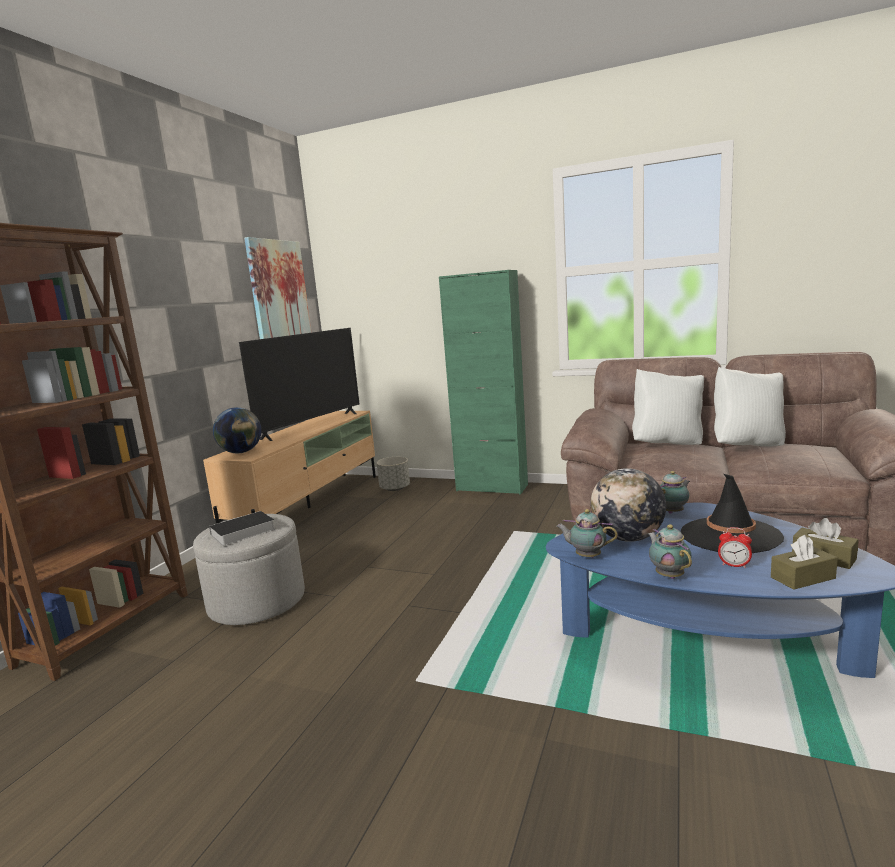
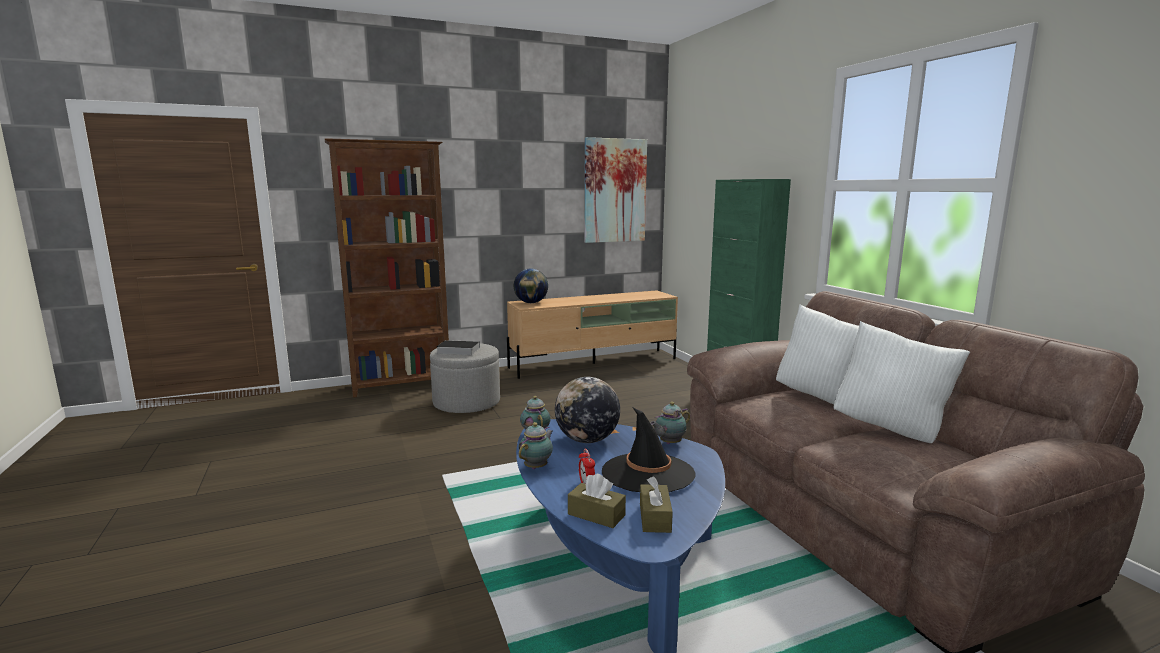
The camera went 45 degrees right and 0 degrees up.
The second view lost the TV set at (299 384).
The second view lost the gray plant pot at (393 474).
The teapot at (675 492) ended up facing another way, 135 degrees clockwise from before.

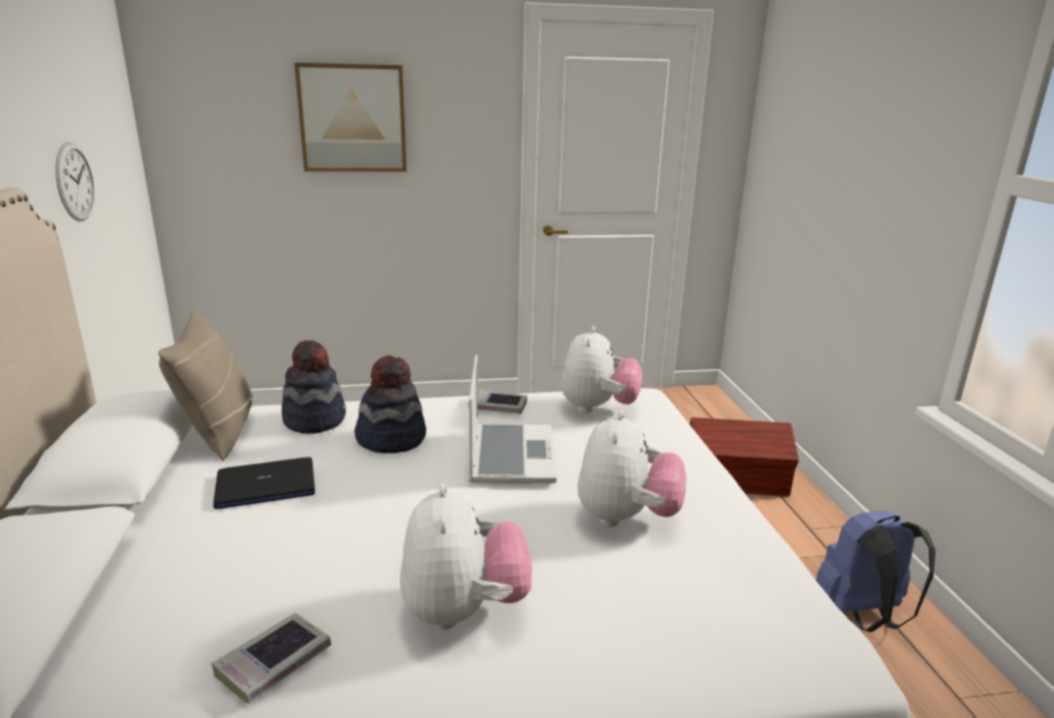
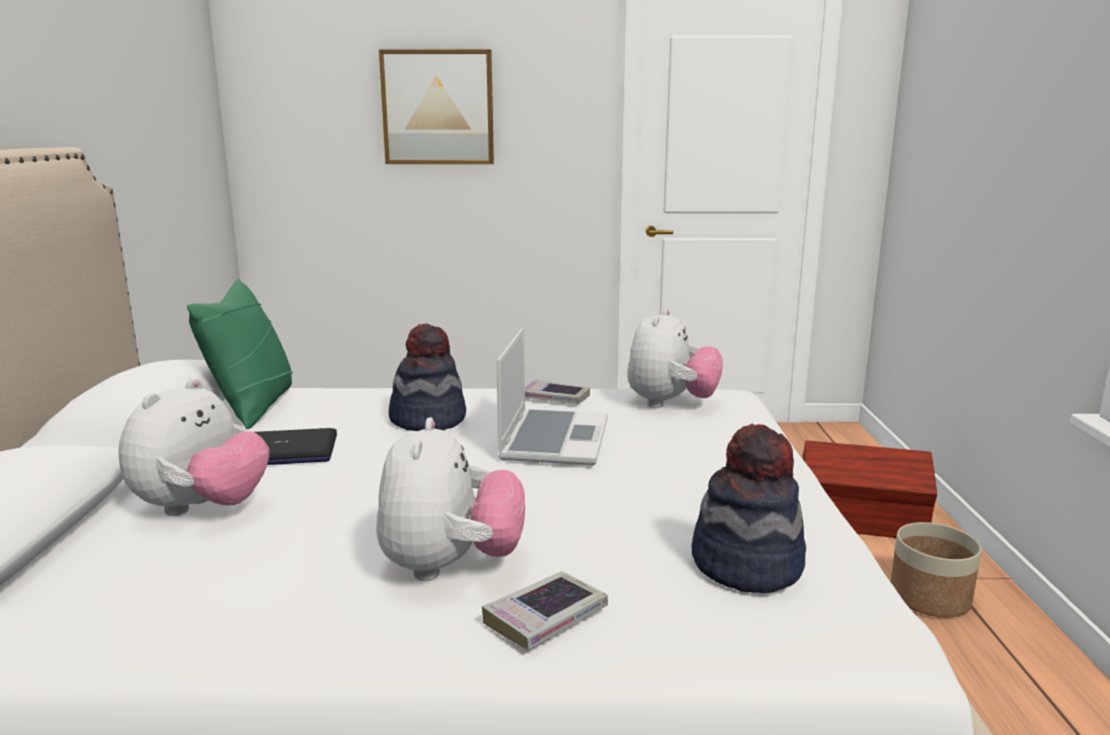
The camera went 10 degrees right and 5 degrees down.
The second view lost the clock on the wall at (75 181).
What was the beige cushion at (205 385) turned into the greenish cushion at (240 354).
The hat ended up elsewhere, having gone from (314 387) to (748 508).
The plush toy ended up elsewhere, having gone from (632 468) to (193 447).
The second view lost the blue rucksack at (876 571).
The book ended up elsewhere, having gone from (271 658) to (545 610).
The second view gained the plant pot at (935 569).

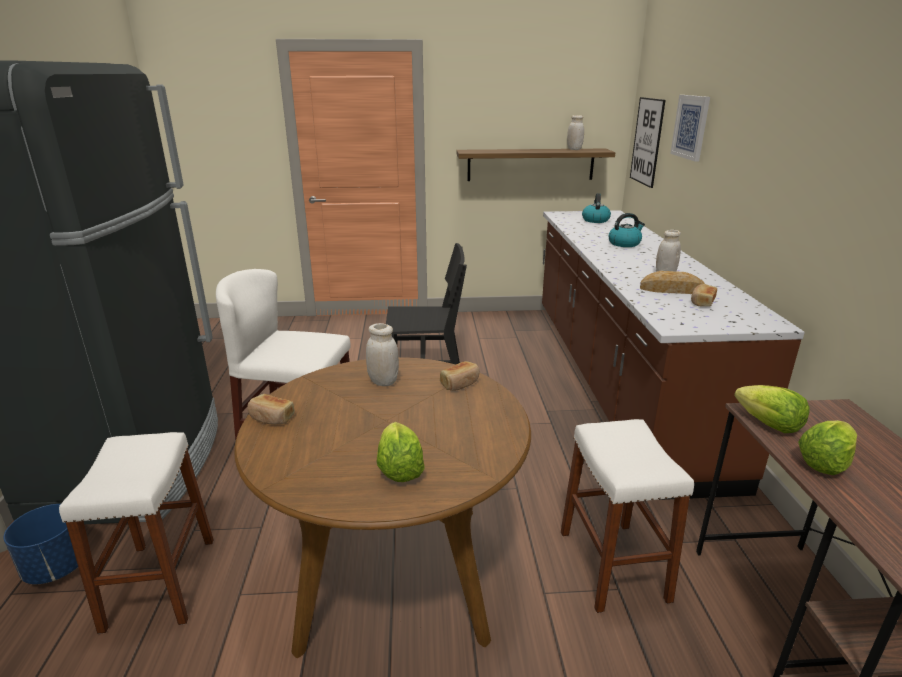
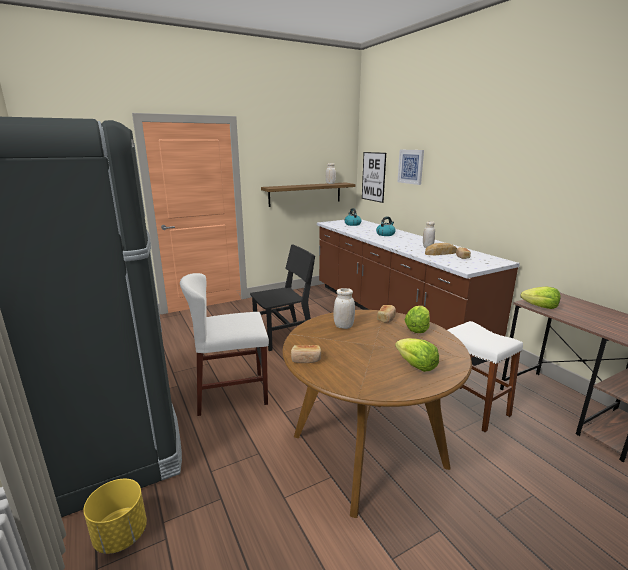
The camera went 25 degrees left and 5 degrees down.
The head of lettuce ended up elsewhere, having gone from (827 447) to (417 319).
The second view lost the white sitting stool at (136 533).
What was the blue plant pot at (41 544) turned into the yellow-coloured plant pot at (115 516).

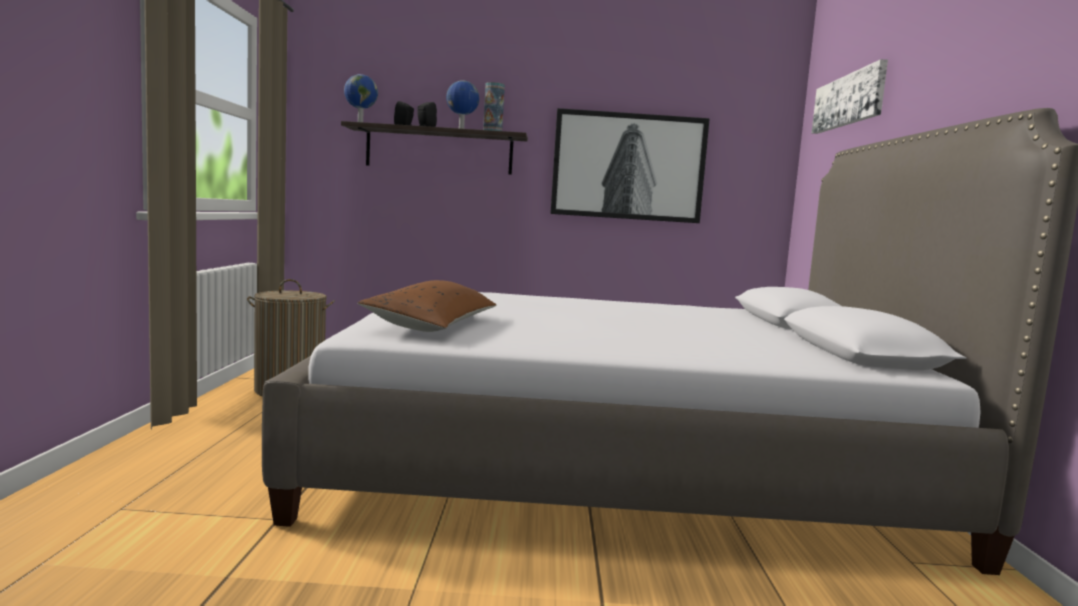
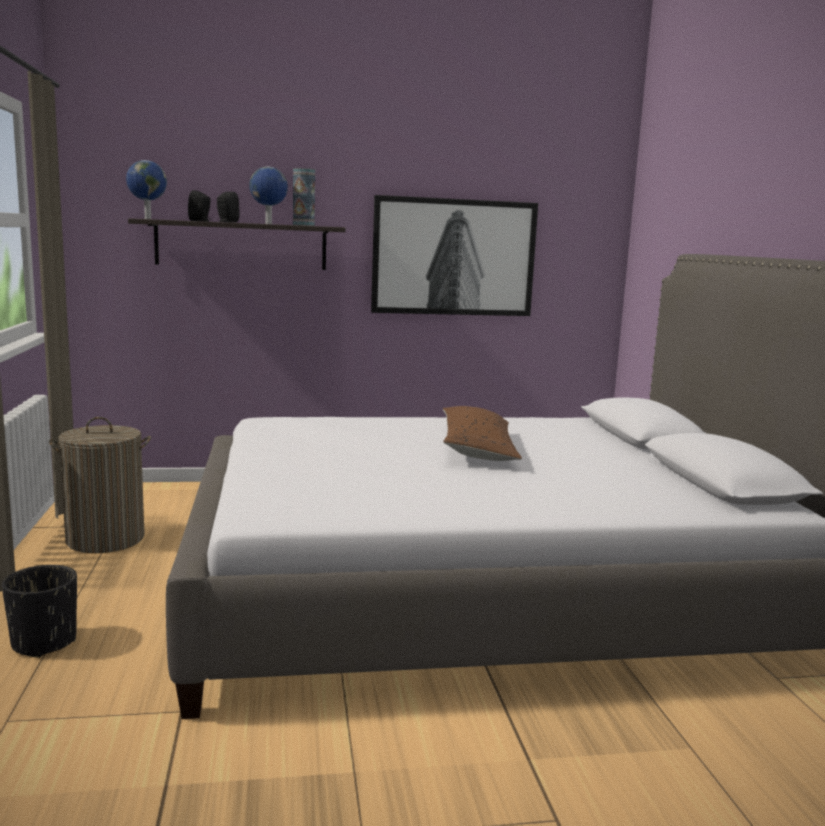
The camera went 10 degrees left and 5 degrees up.
The second view lost the wall art at (850 96).
The brown-coloured cushion ended up elsewhere, having gone from (426 306) to (482 433).
The second view gained the blackish plant pot at (39 611).

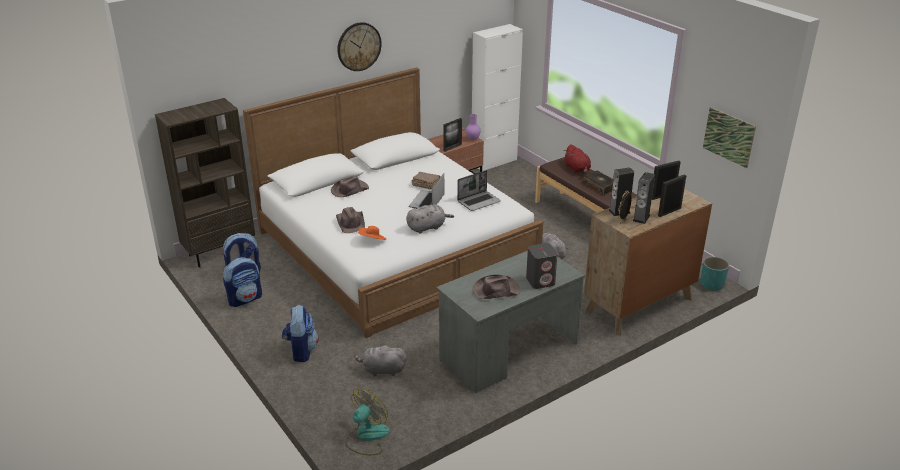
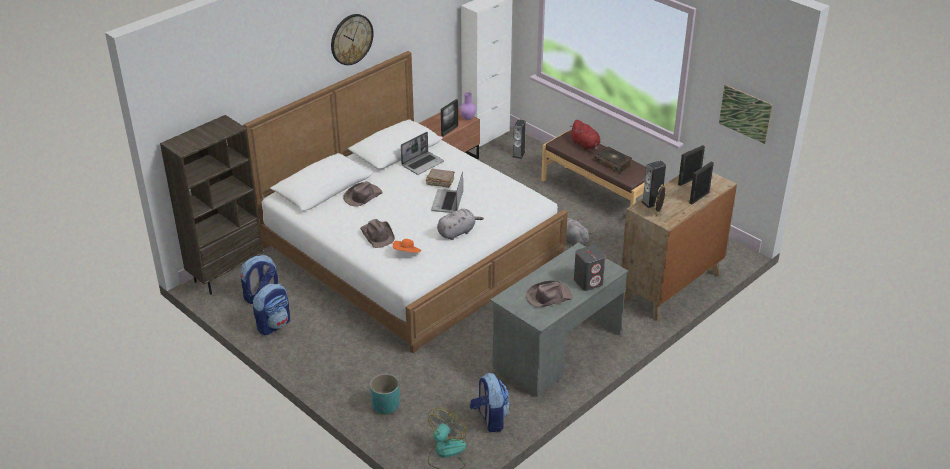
The camera went 10 degrees left and 5 degrees up.
The portable computer ended up elsewhere, having gone from (479 190) to (422 153).
The audio speaker ended up elsewhere, having gone from (644 198) to (519 139).
The turquoise plant pot ended up elsewhere, having gone from (714 273) to (384 394).
The rucksack ended up elsewhere, having gone from (300 333) to (490 402).
The second view lost the gray plush toy at (380 360).

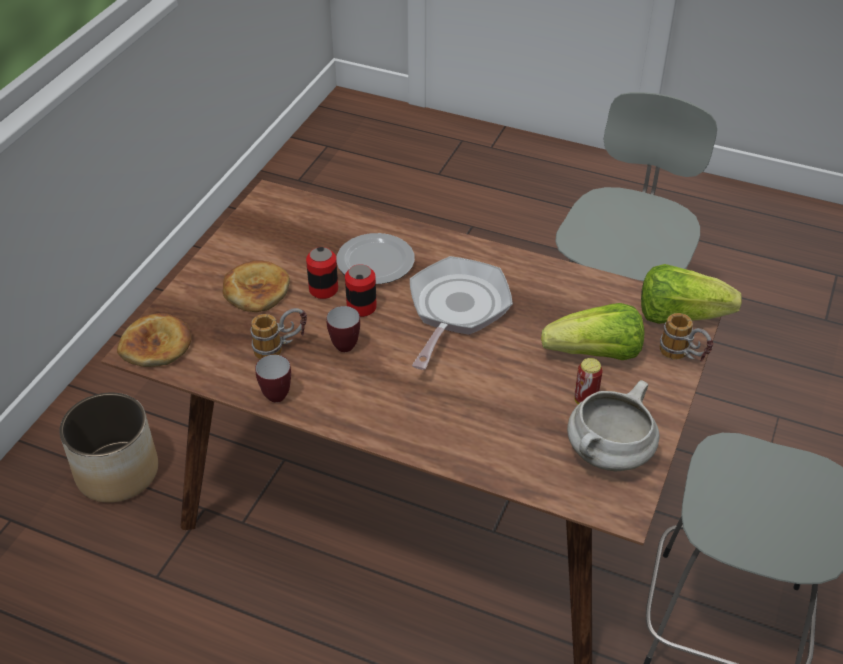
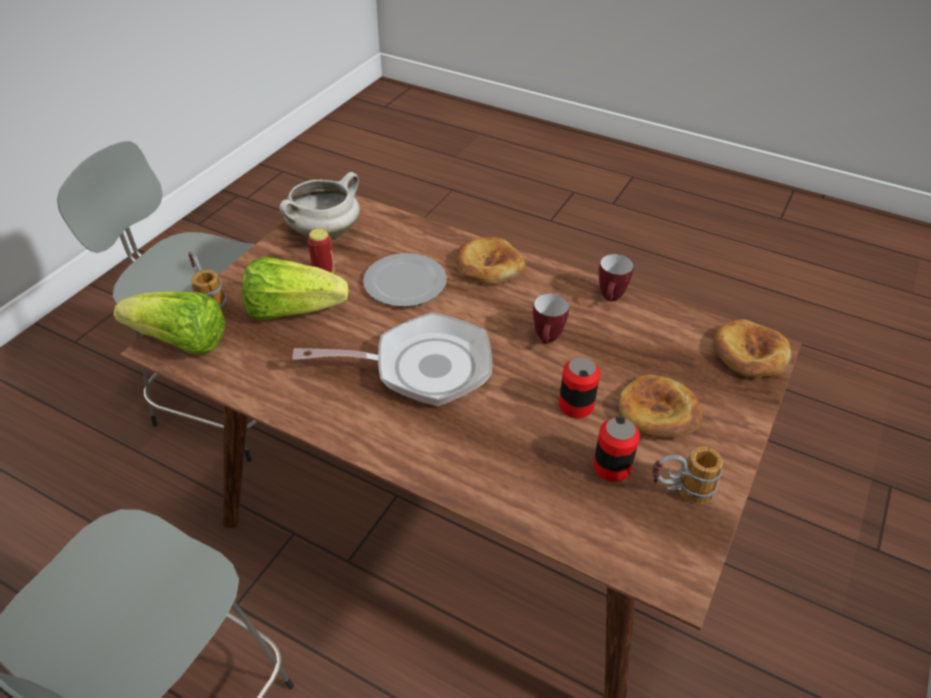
The camera went 175 degrees left and 0 degrees up.
The plate ended up elsewhere, having gone from (375 258) to (405 280).
The skillet at (461 313) ended up facing another way, 120 degrees counterclockwise from before.
The can ended up elsewhere, having gone from (361 290) to (616 449).
The mug ended up elsewhere, having gone from (279 333) to (687 475).
The second view lost the plant pot at (108 448).
The second view gained the baked bread at (490 260).

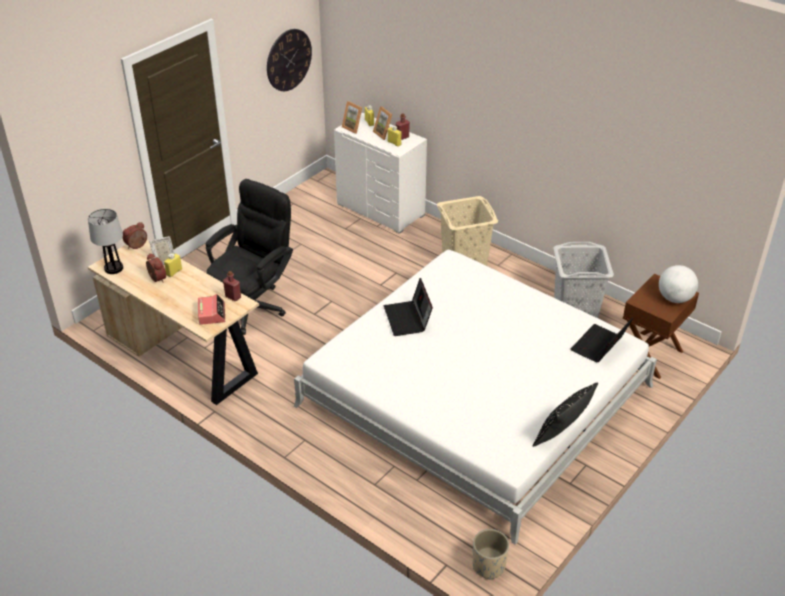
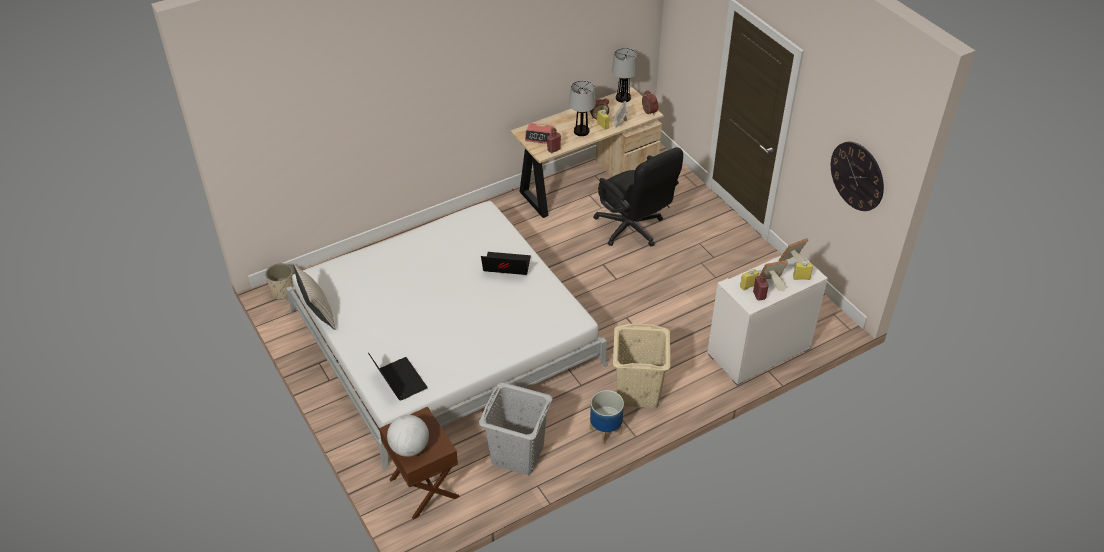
The camera went 110 degrees right and 5 degrees up.
What was the blackish cushion at (565 414) turned into the beige cushion at (315 297).
The second view gained the lamp for a table at (582 108).
The second view gained the plant pot at (607 417).

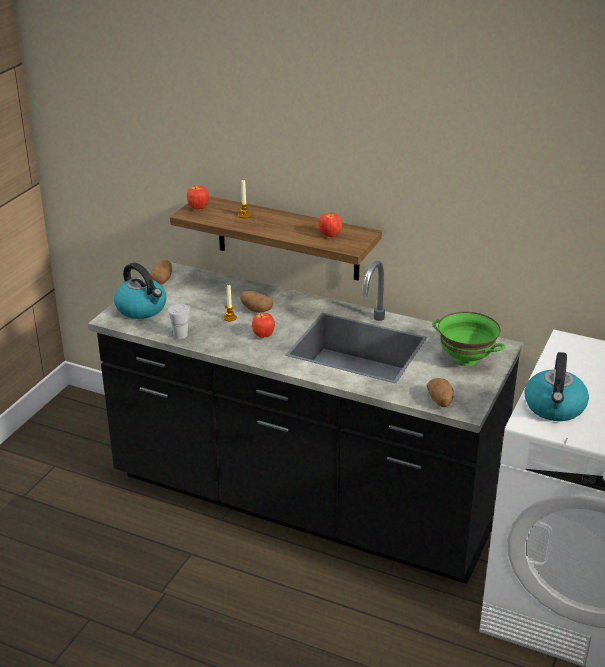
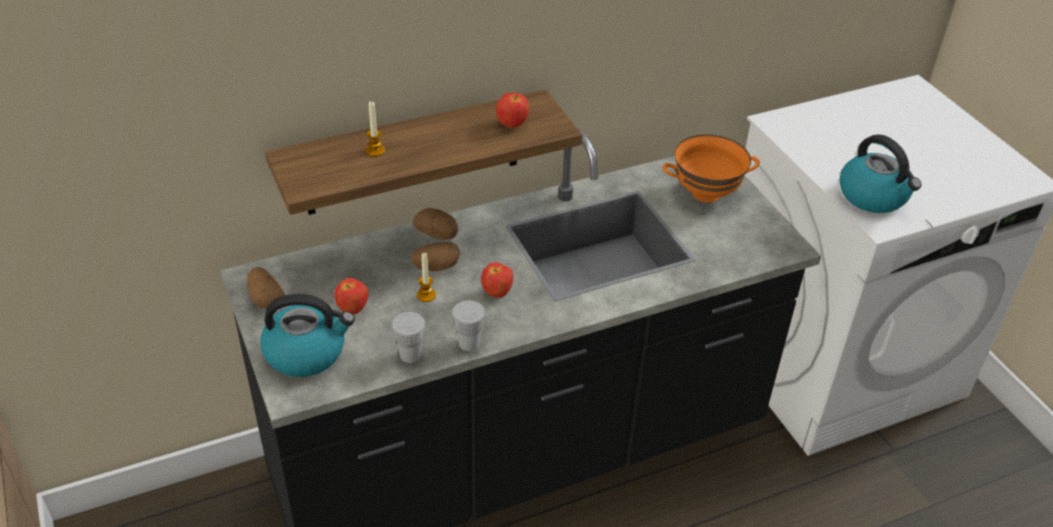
The camera went 50 degrees left and 10 degrees up.
The apple fruit ended up elsewhere, having gone from (198 197) to (351 296).
What was the greenish serving bowl at (469 339) turned into the orangey serving bowl at (711 168).
The spud ended up elsewhere, having gone from (440 392) to (435 224).
The second view gained the white cup at (468 326).

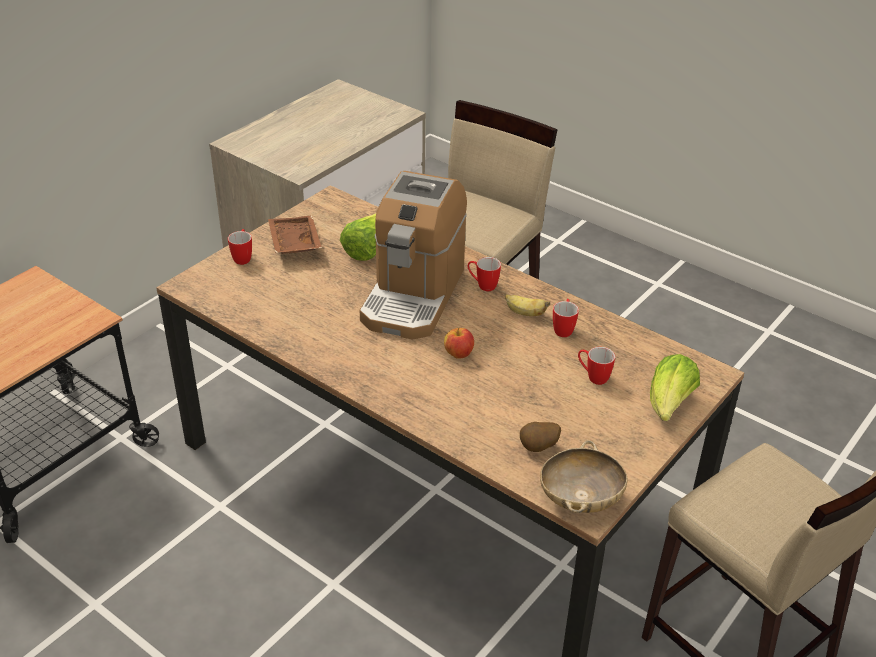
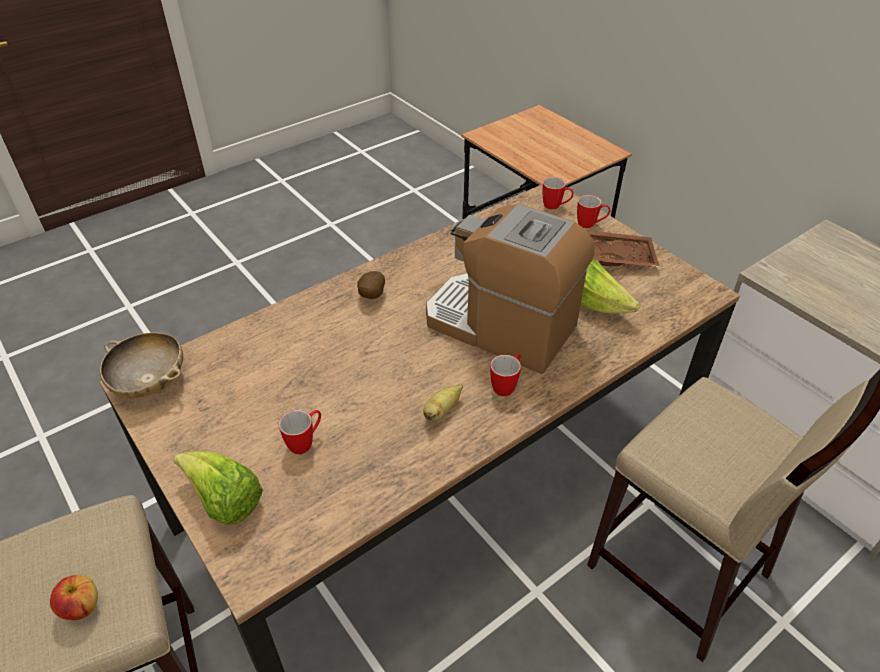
The camera went 105 degrees right and 5 degrees up.
The mug ended up elsewhere, having gone from (566 318) to (558 193).
The apple fruit ended up elsewhere, having gone from (459 343) to (74 597).
The spud ended up elsewhere, having gone from (540 437) to (371 285).

